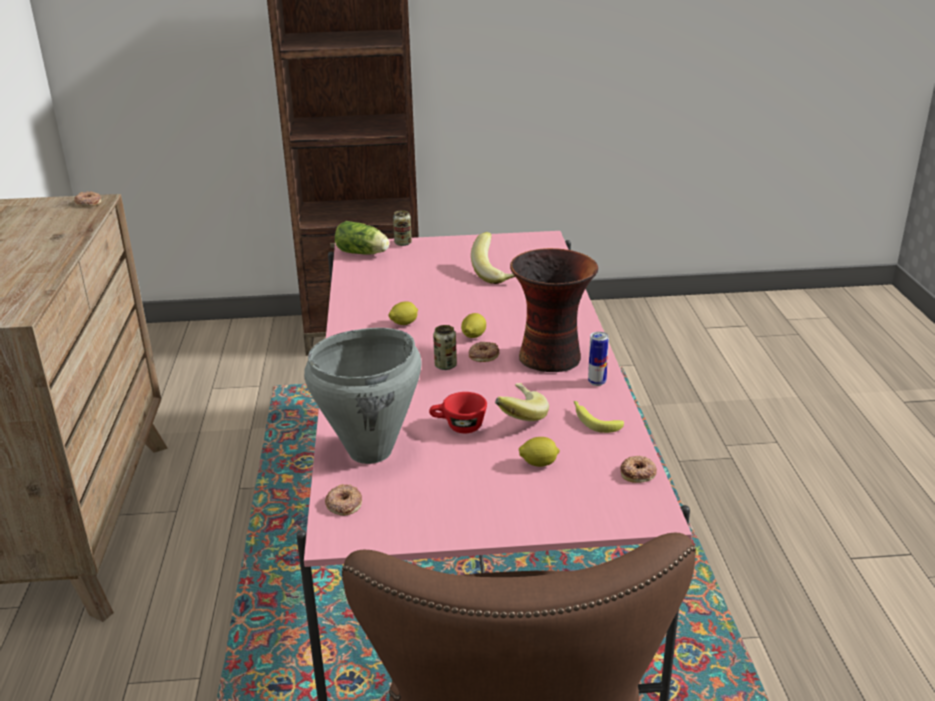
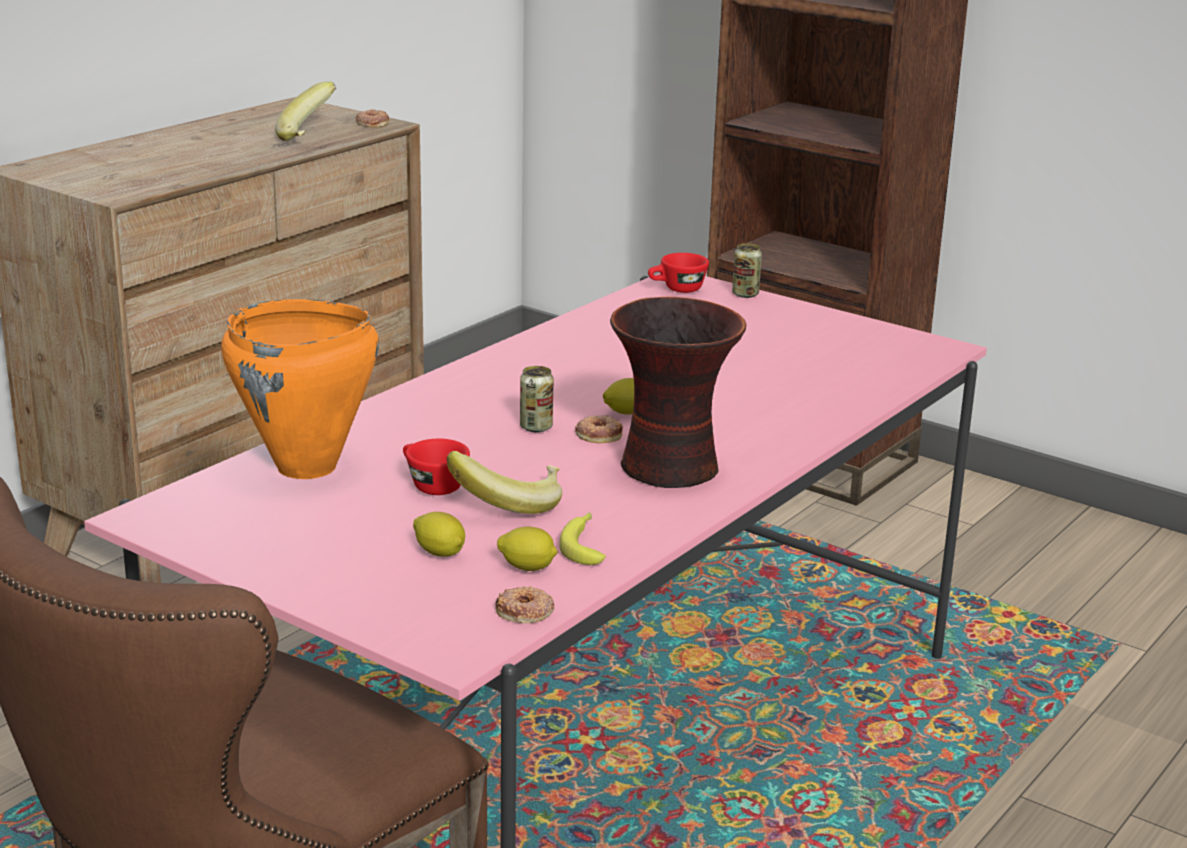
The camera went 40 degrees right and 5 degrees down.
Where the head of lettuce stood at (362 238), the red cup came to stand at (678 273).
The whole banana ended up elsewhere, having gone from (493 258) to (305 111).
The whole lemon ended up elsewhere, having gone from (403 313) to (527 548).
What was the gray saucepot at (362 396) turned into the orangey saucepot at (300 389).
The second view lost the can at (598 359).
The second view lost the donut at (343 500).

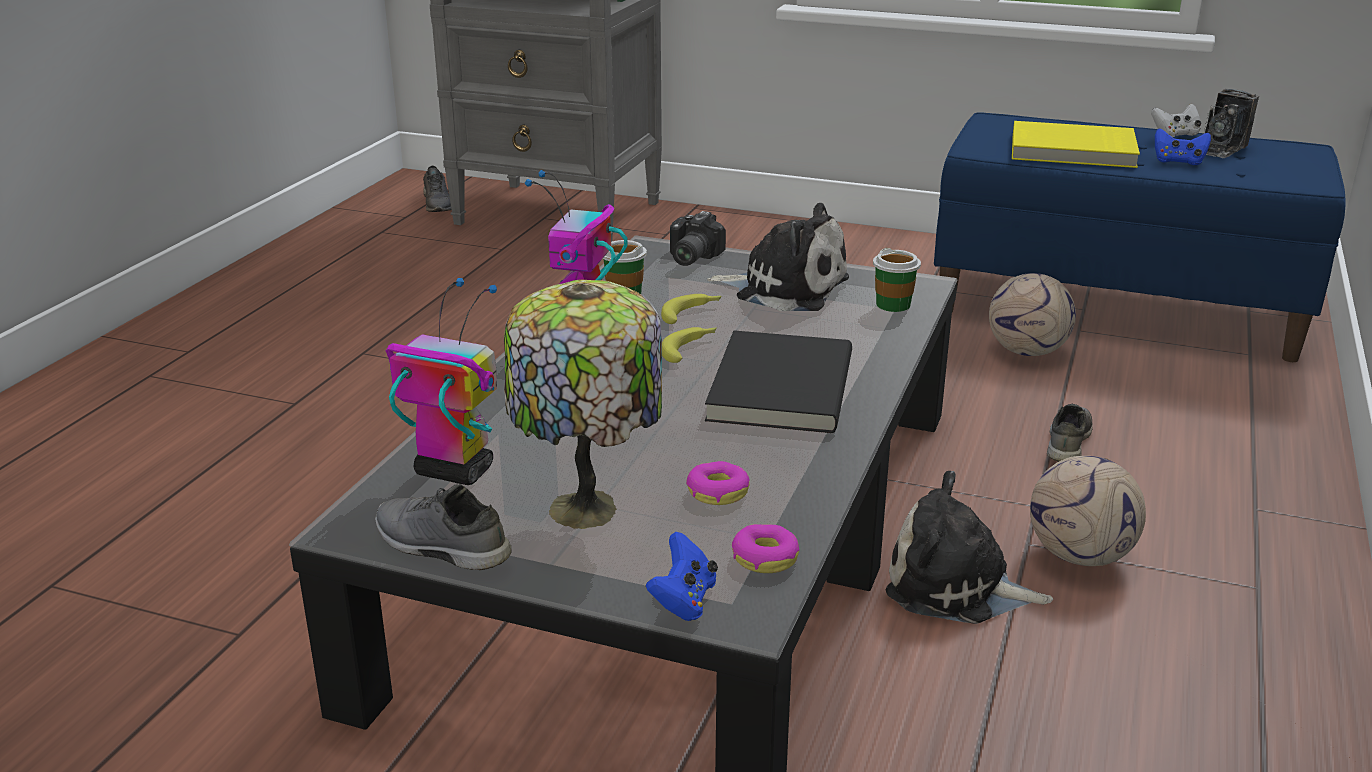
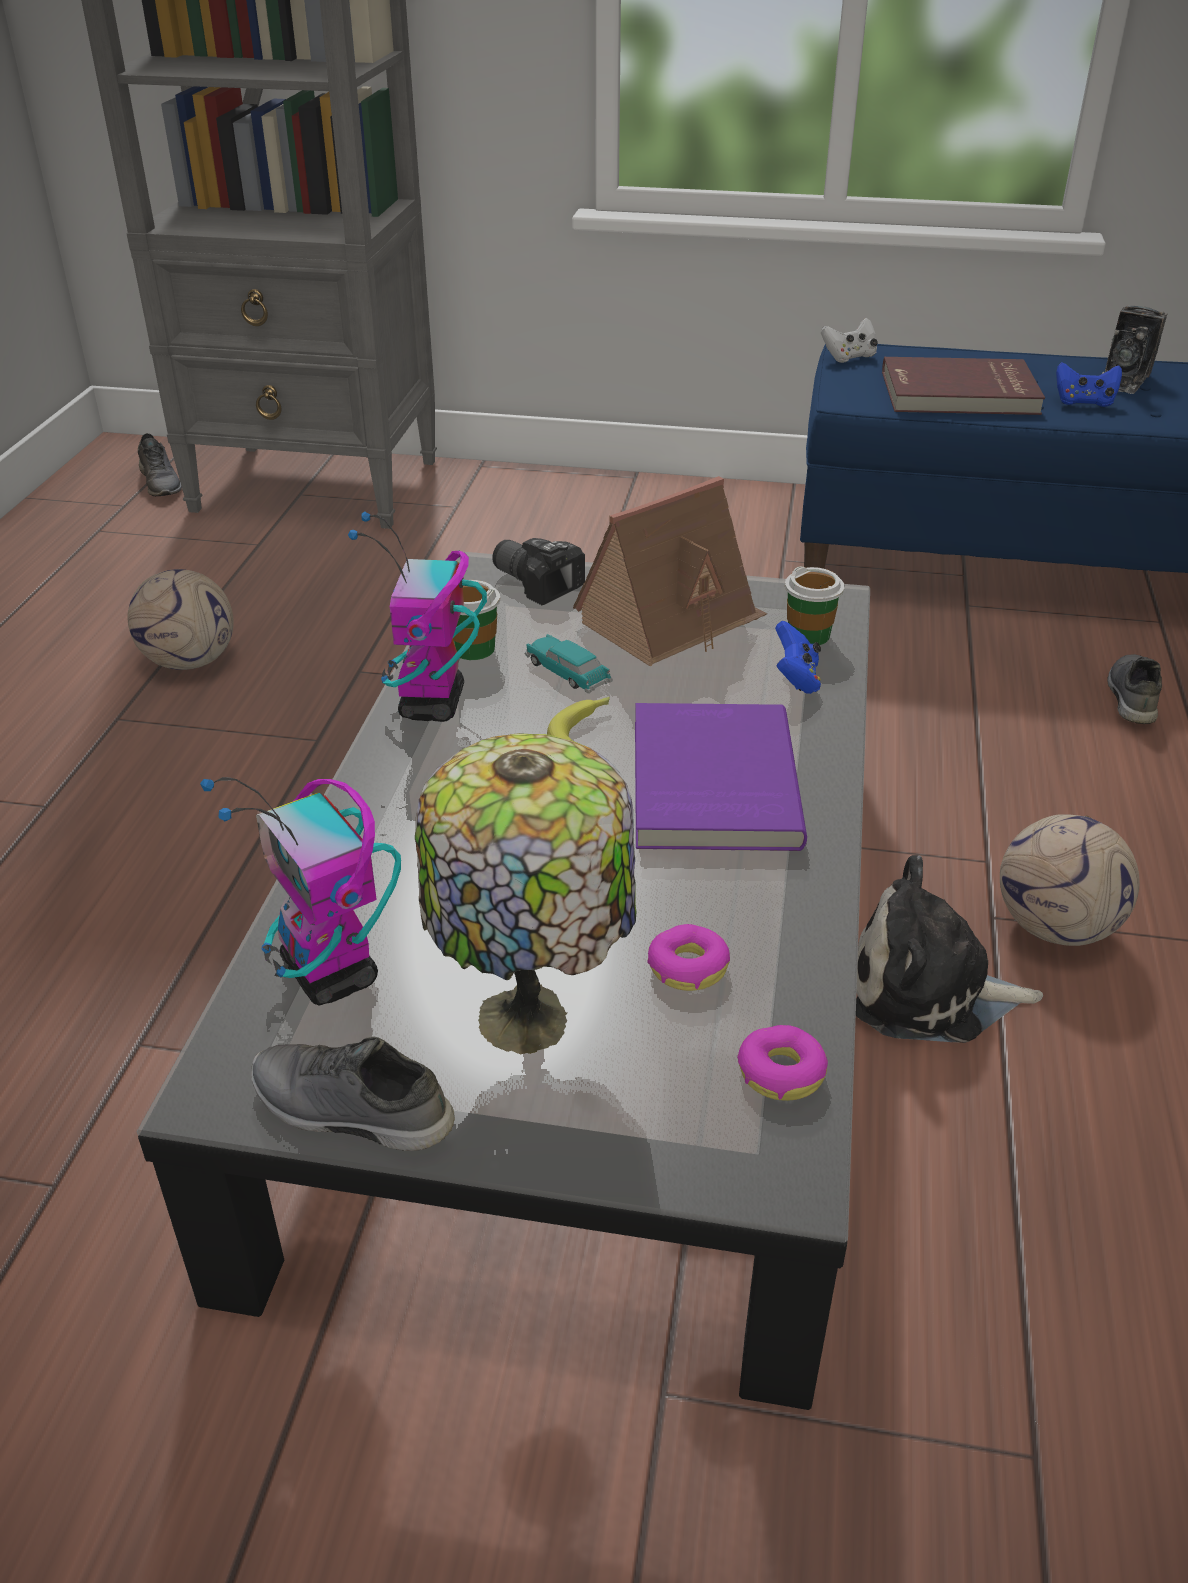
The camera went 10 degrees left and 10 degrees up.
The white joypad ended up elsewhere, having gone from (1176 120) to (849 340).
What was the yellow-coloured book at (1076 144) turned into the red book at (963 386).
Where the plush toy stood at (778 257), the miniature house came to stand at (670 571).
The photo camera at (698 238) ended up facing another way, 120 degrees clockwise from before.
The ball for football ended up elsewhere, having gone from (1032 314) to (180 619).
The model robot at (441 381) ended up facing another way, 135 degrees counterclockwise from before.
Where the whole banana stood at (691 309), the miniature car came to stand at (569 663).
What was the blackish book at (778 381) turned into the purple book at (721 777).
The gray shoe ended up elsewhere, having gone from (1070 433) to (1134 689).
The blue joypad ended up elsewhere, having gone from (682 576) to (798 657).

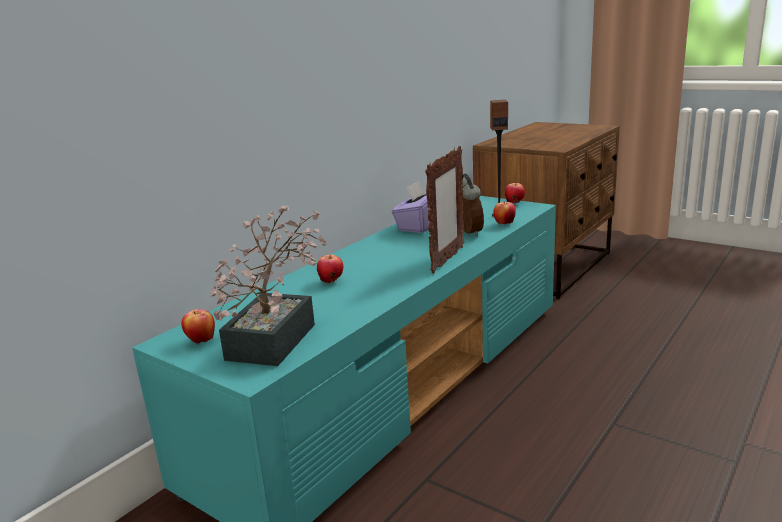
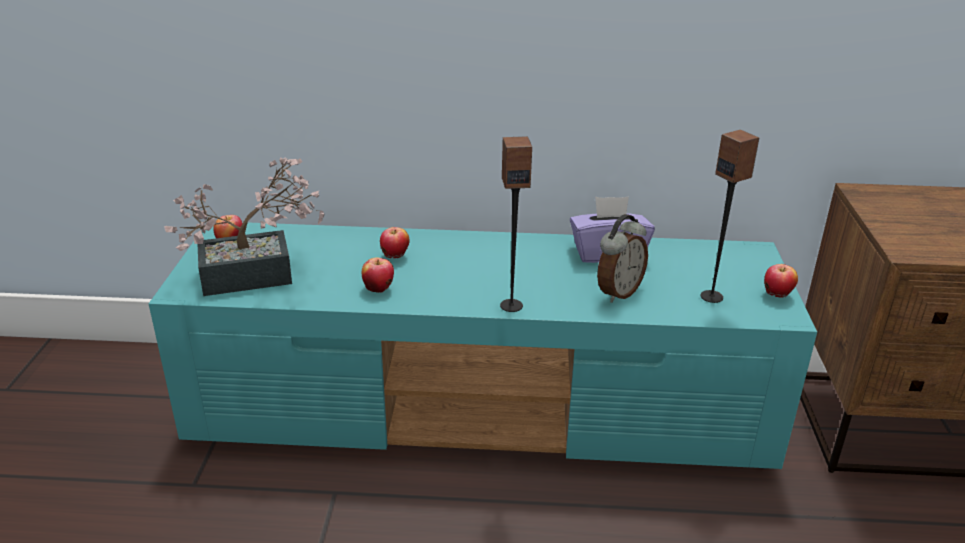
The camera went 55 degrees right and 10 degrees up.
Where the photo frame stood at (444 209), the audio speaker came to stand at (516 224).
The apple fruit ended up elsewhere, having gone from (504 213) to (378 275).

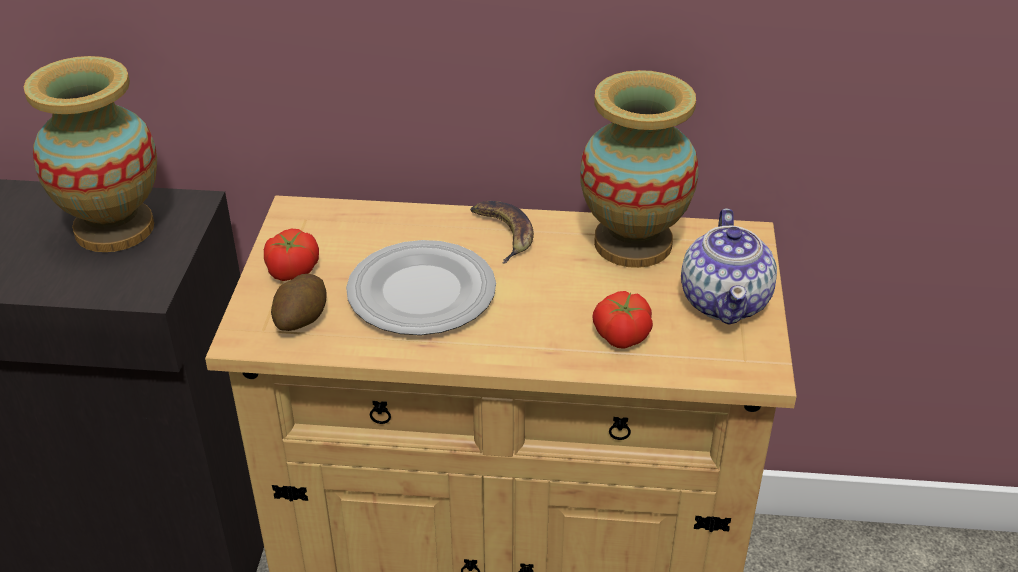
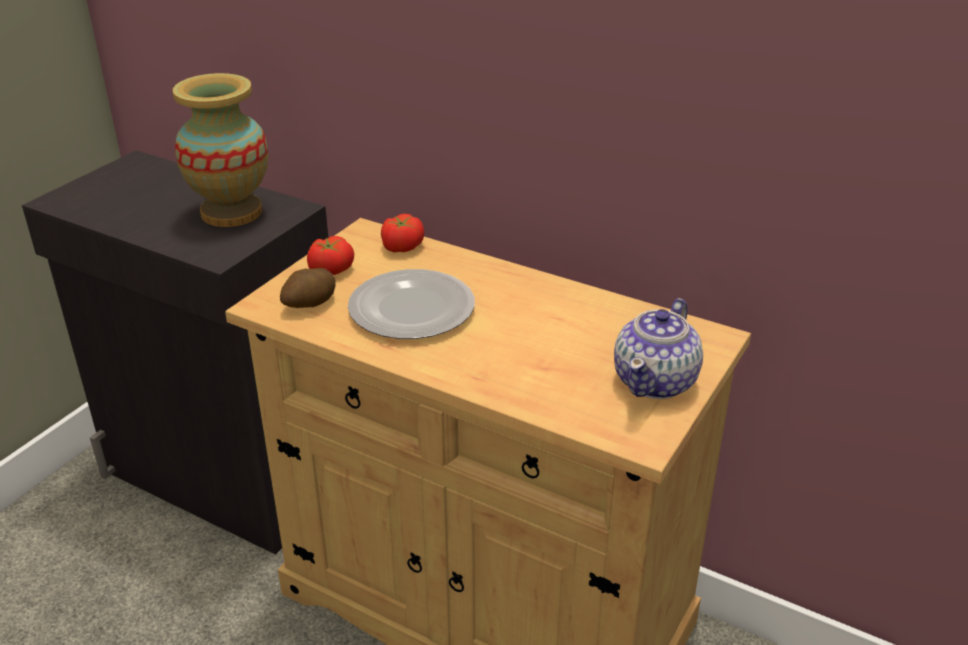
The camera went 25 degrees right and 5 degrees down.
The second view lost the decorative vase at (639 169).
The second view lost the whole banana at (502 232).
The fresh tomato ended up elsewhere, having gone from (622 320) to (402 233).

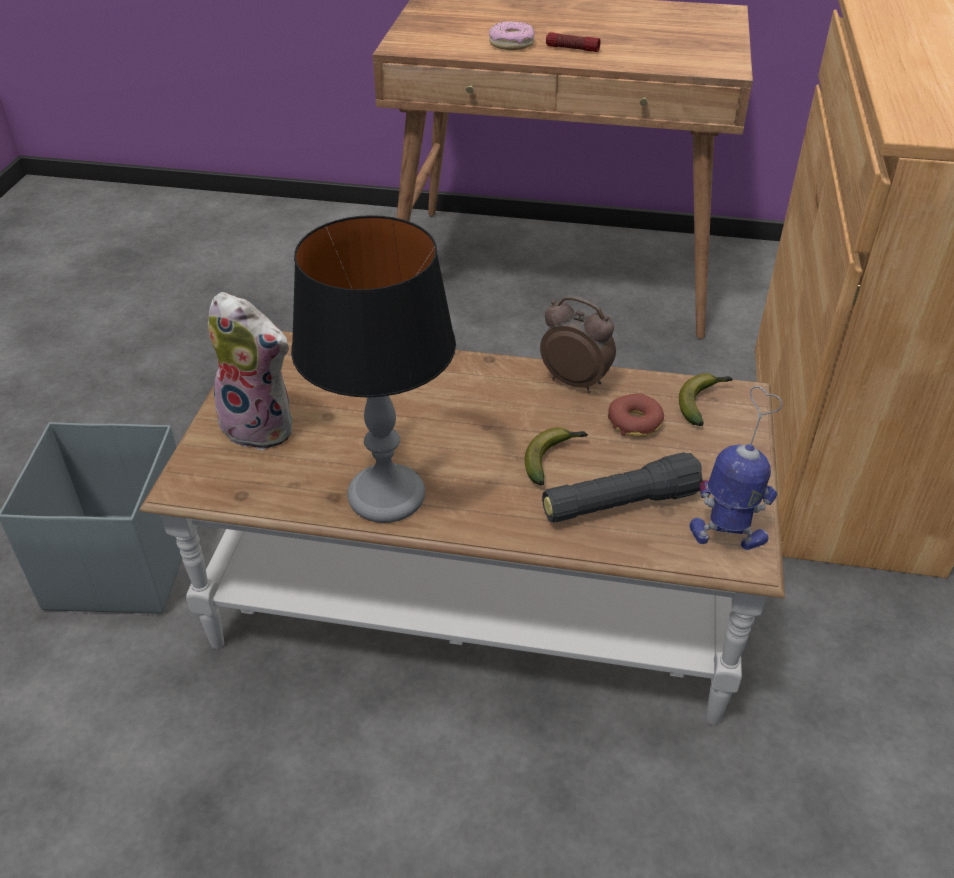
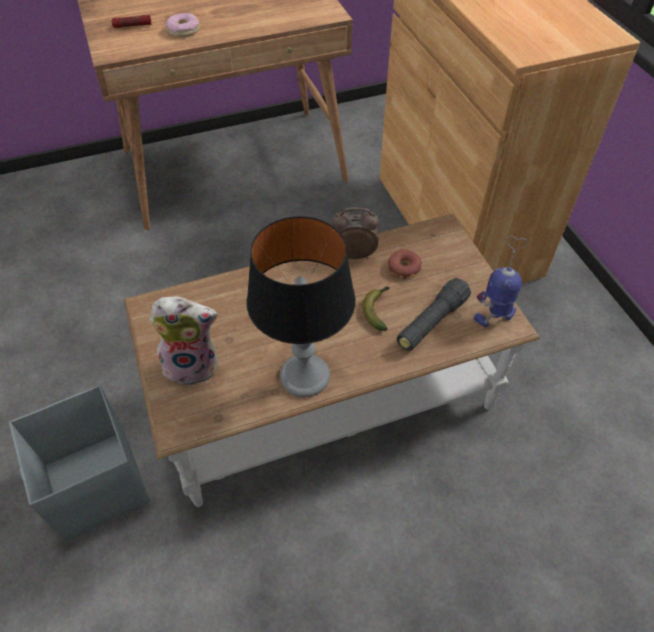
The camera went 30 degrees left and 10 degrees up.
The flashlight ended up elsewhere, having gone from (573 42) to (131 21).
The second view lost the whole banana at (706 399).

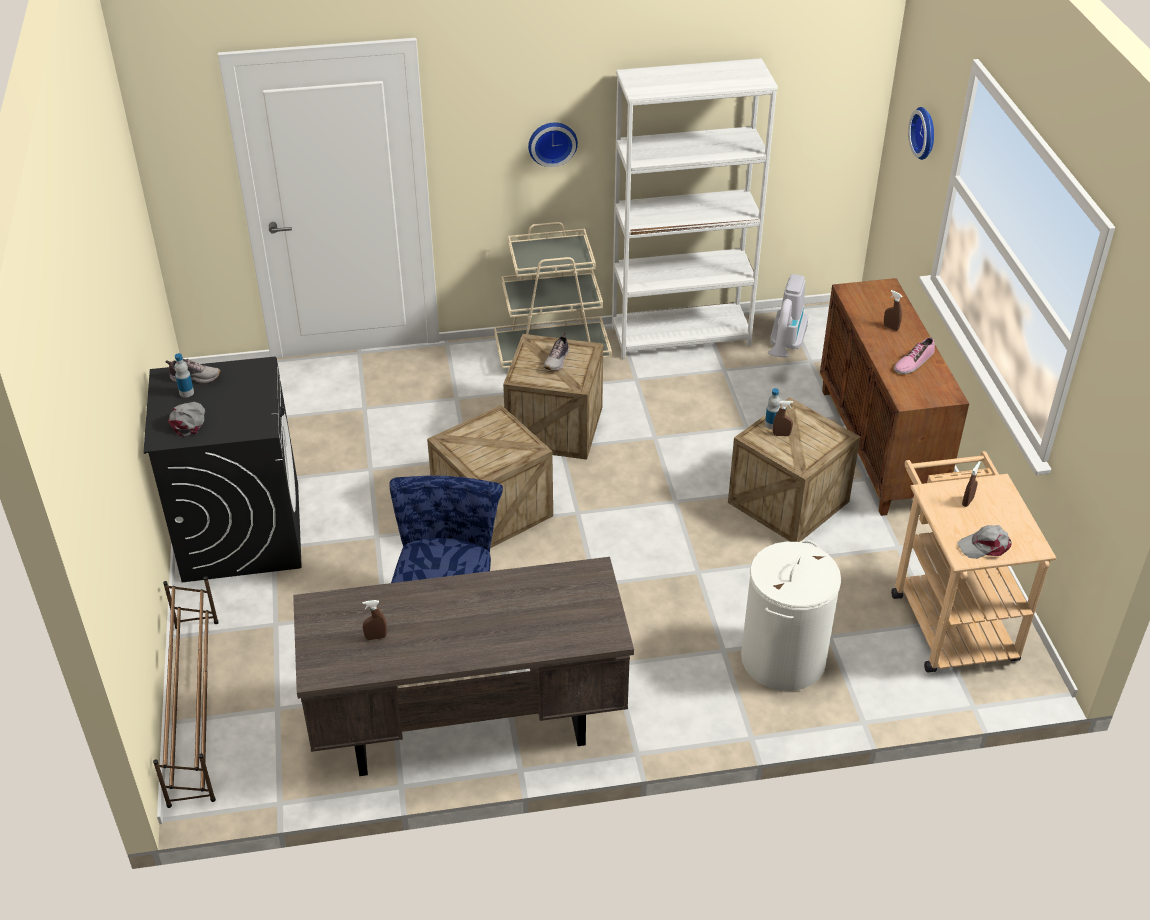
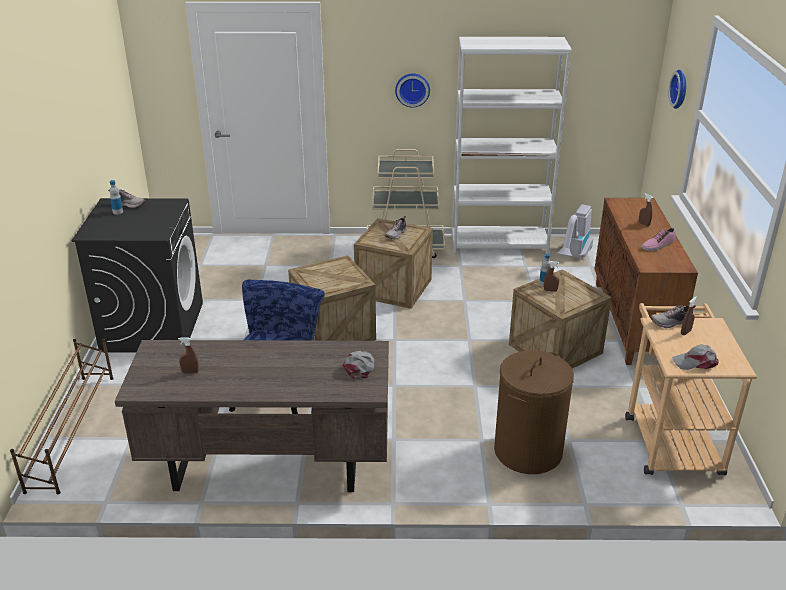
The camera went 10 degrees right and 10 degrees down.
The gray cap ended up elsewhere, having gone from (186 419) to (358 365).
What was the white hamper at (791 615) turned into the brown-coloured hamper at (534 412).
The second view gained the shoe at (673 316).

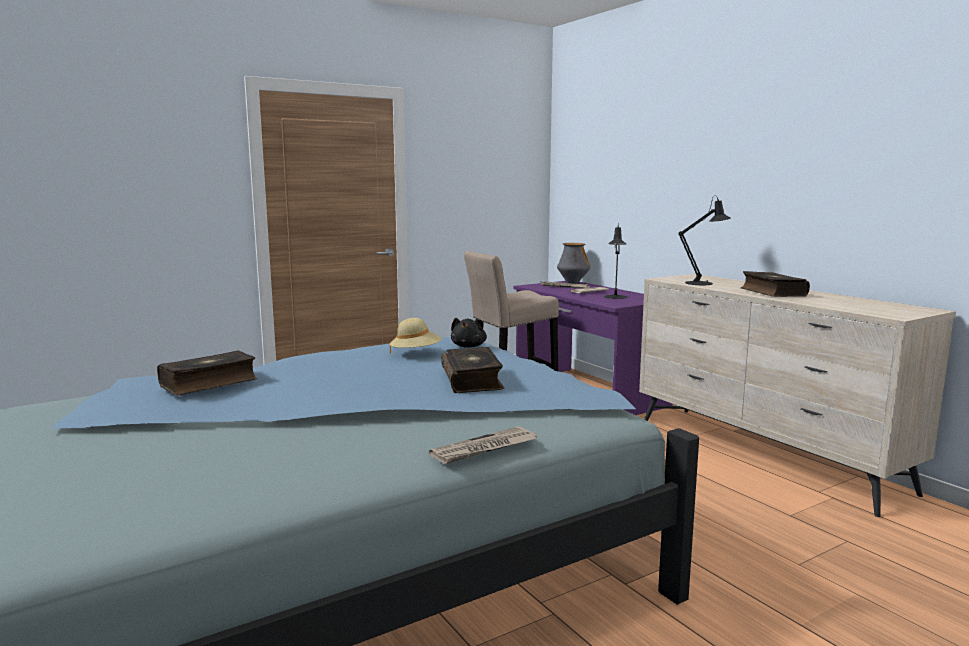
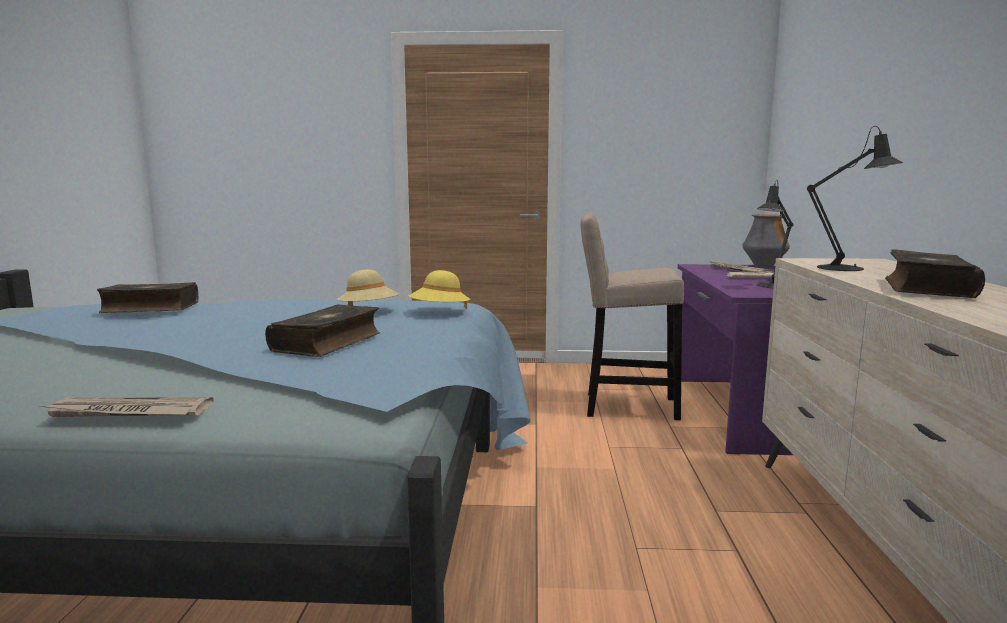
The camera went 35 degrees right and 0 degrees up.
Where the blackish plush toy stood at (469 333), the yellow-coloured hat came to stand at (439 289).

